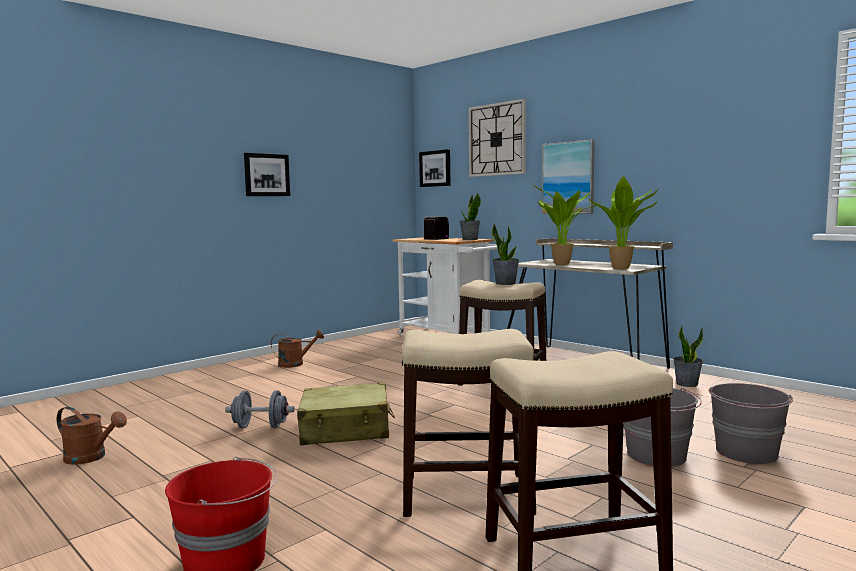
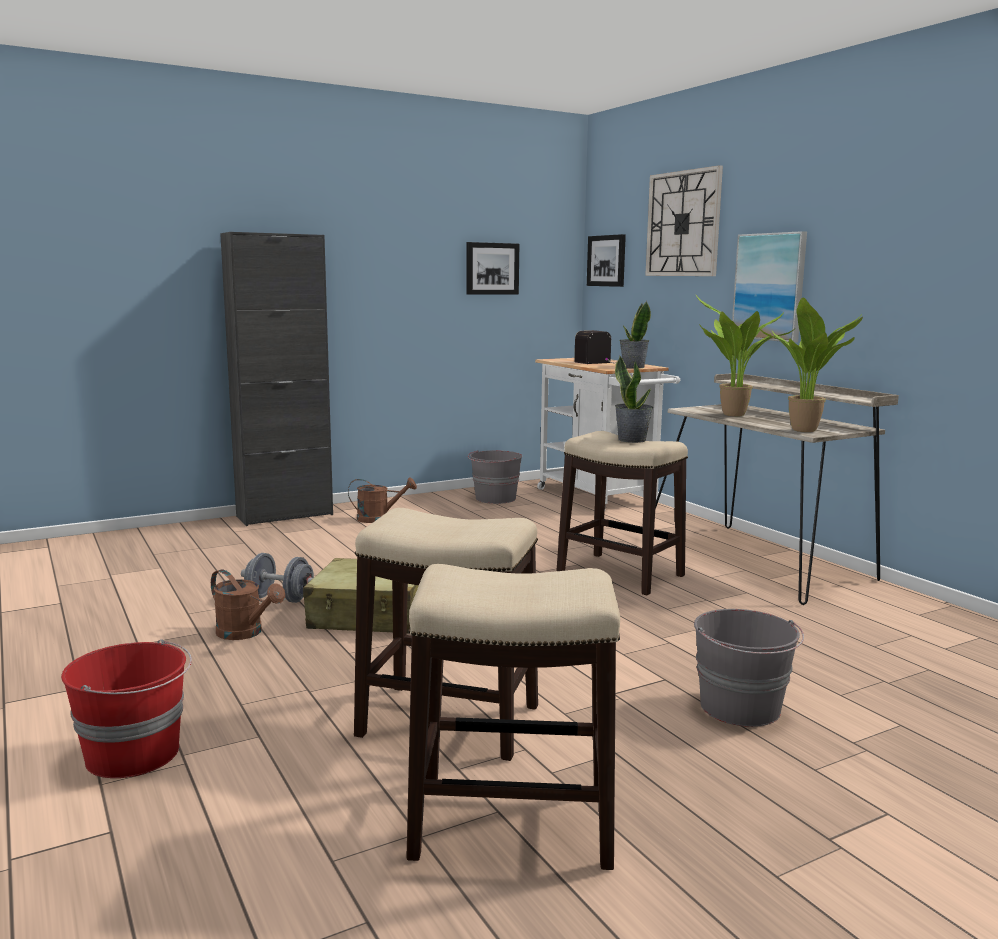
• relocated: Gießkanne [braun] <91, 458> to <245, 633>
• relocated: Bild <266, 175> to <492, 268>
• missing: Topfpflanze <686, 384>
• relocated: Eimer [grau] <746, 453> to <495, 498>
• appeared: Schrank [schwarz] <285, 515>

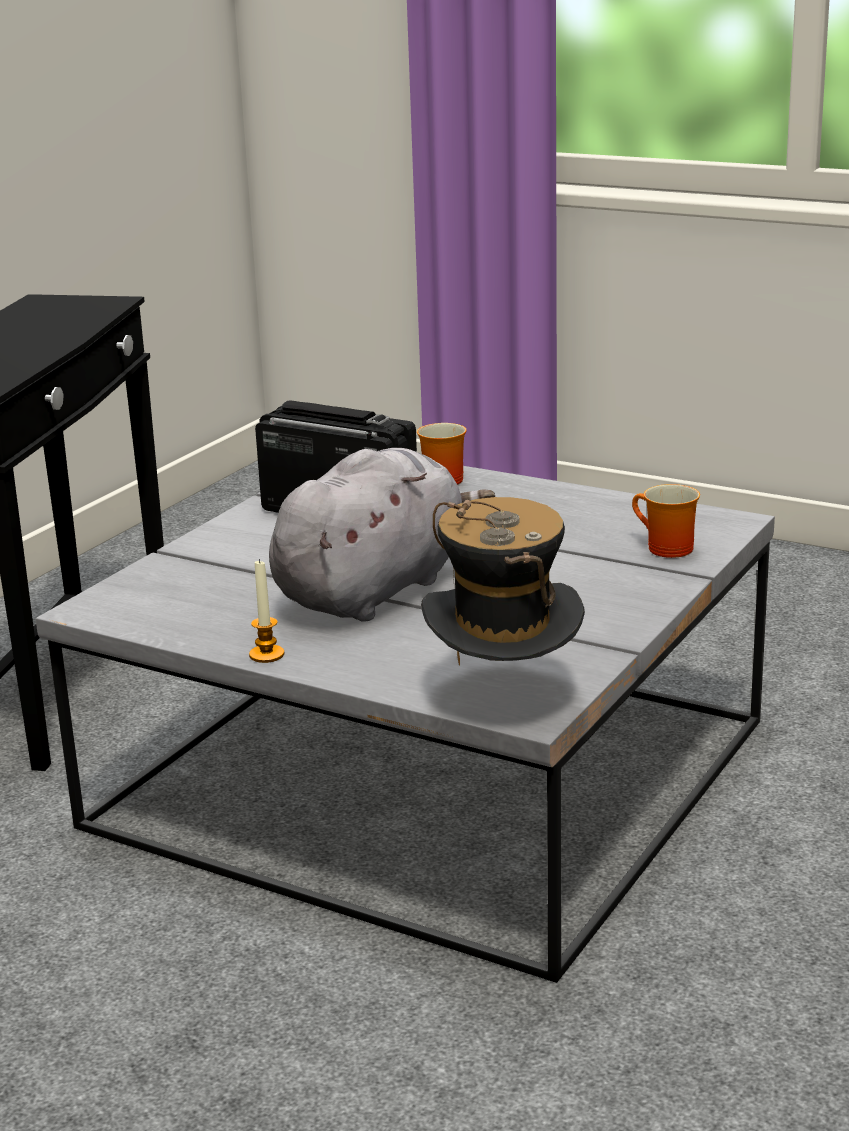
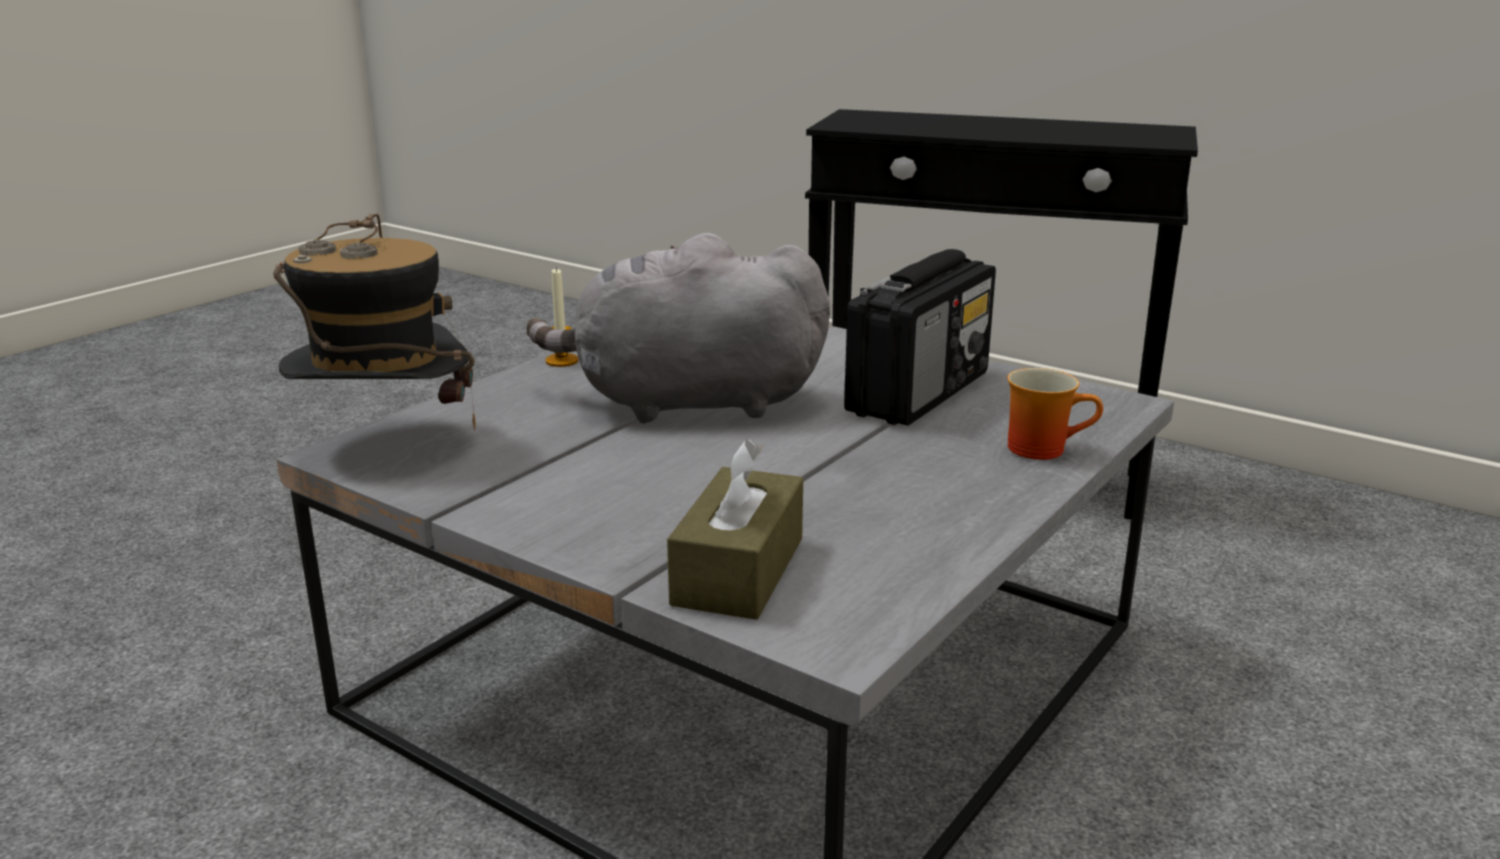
• spun: Plüschtier [grau] <375, 589> = <687, 403> 135 degrees clockwise
• exchanged: Henkelbecher <663, 549> to Taschentuchbox [braun] <738, 571>

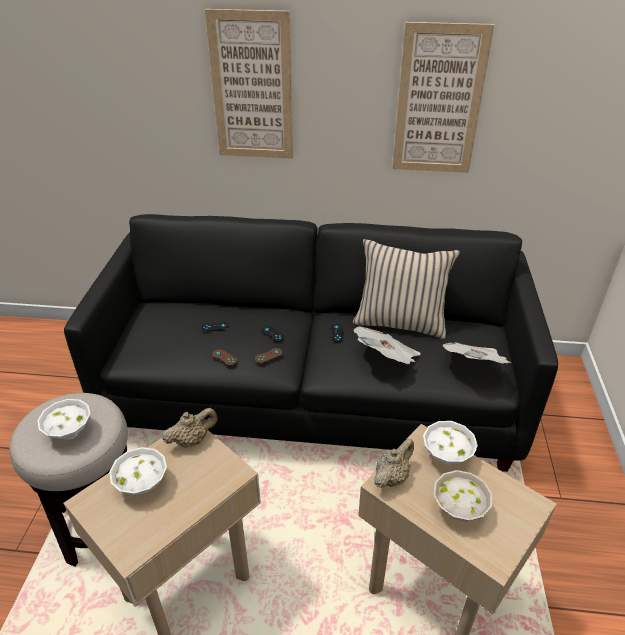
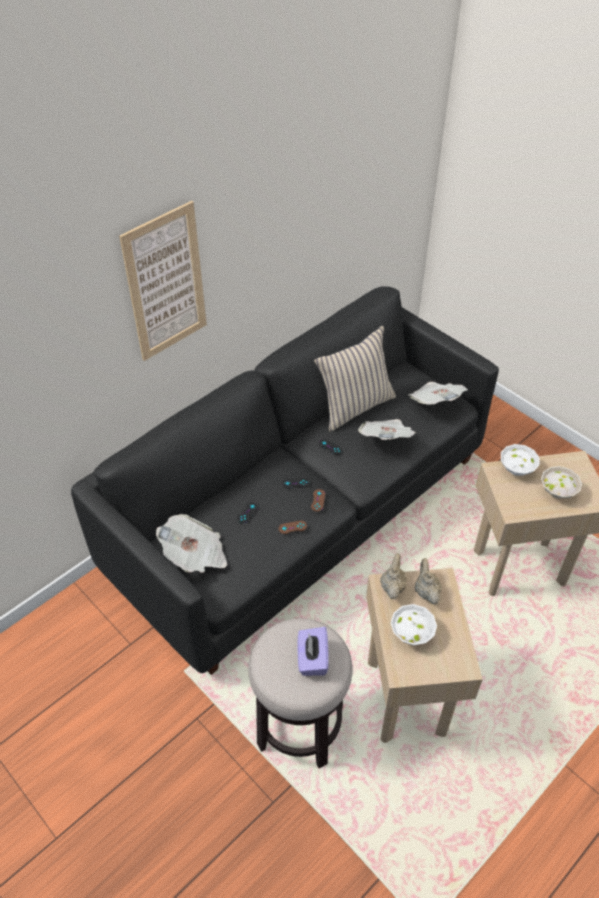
• exchanged: Schüssel [weiß] <69, 433> to Taschentuchbox [lila] <312, 659>
• relocated: Teekanne [beige] <392, 477> to <426, 591>
• missing: Bild <439, 101>
• appeared: Zeitung <195, 555>

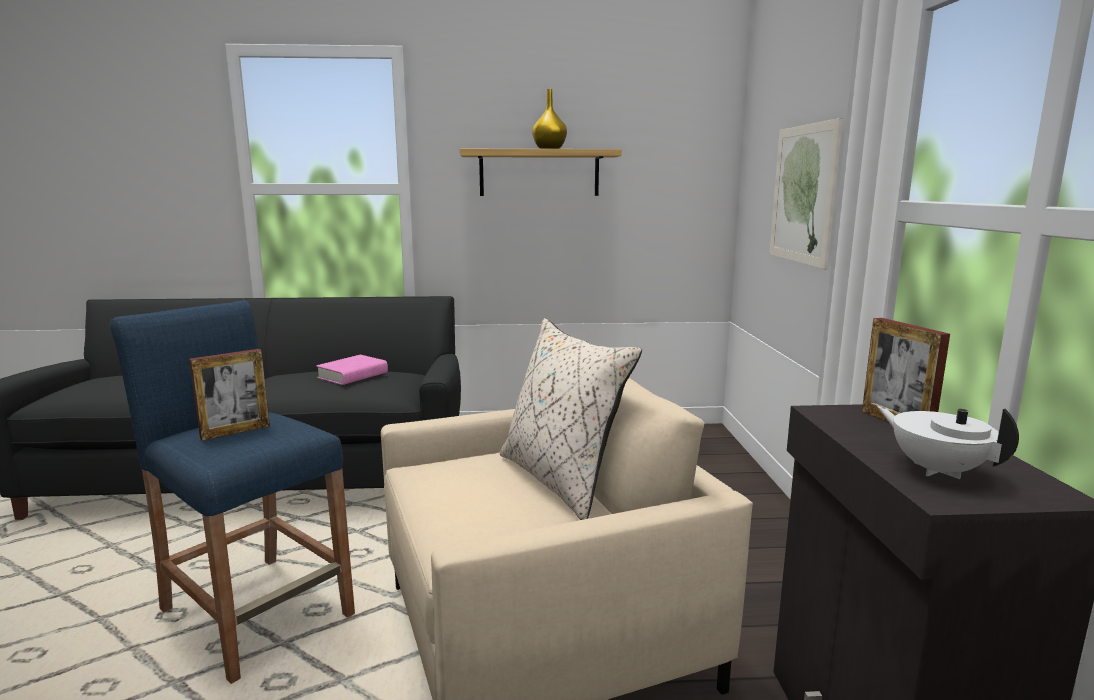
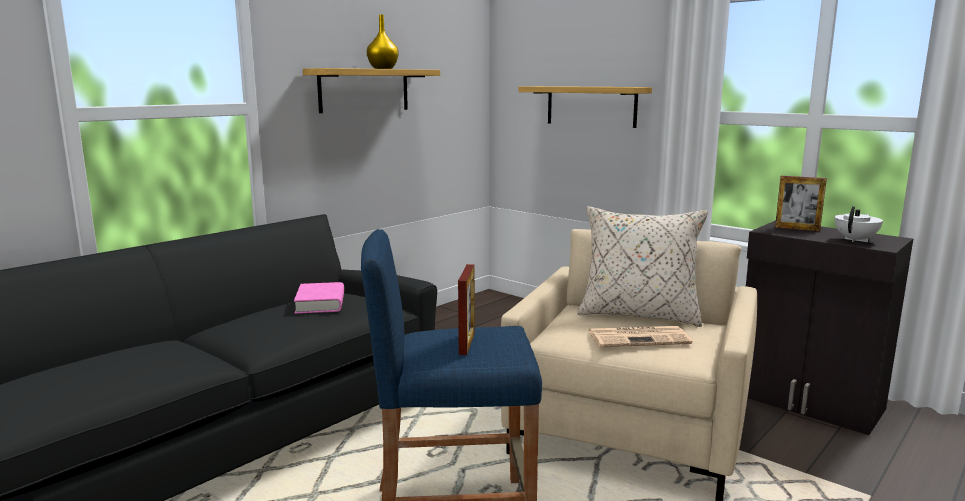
• exchanged: Bild <803, 194> to Wandregal <591, 106>
• spun: Teekanne [weiß] <936, 470> = <856, 240> 120 degrees clockwise
• appeared: Zeitung <639, 337>

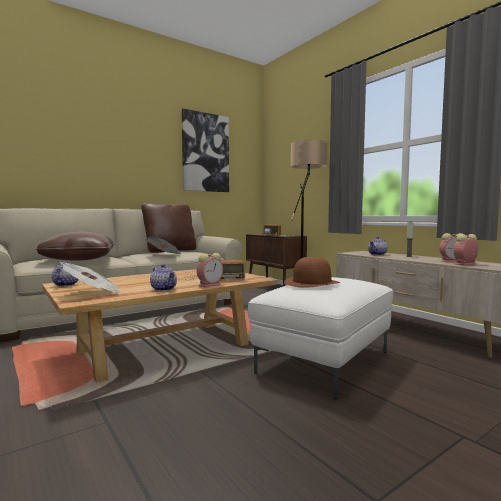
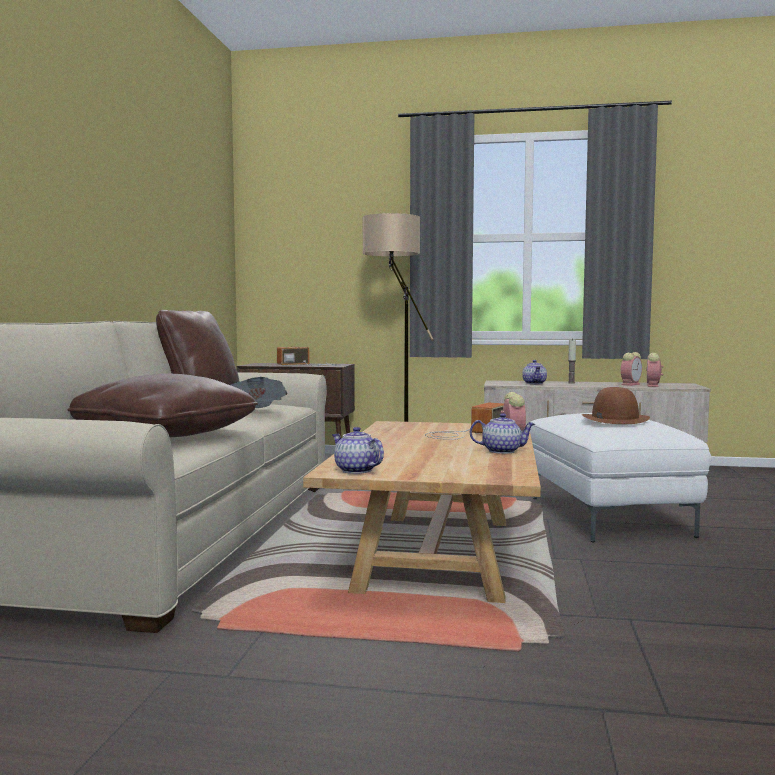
• missing: Zeitung <93, 293>
• missing: Bild <205, 152>

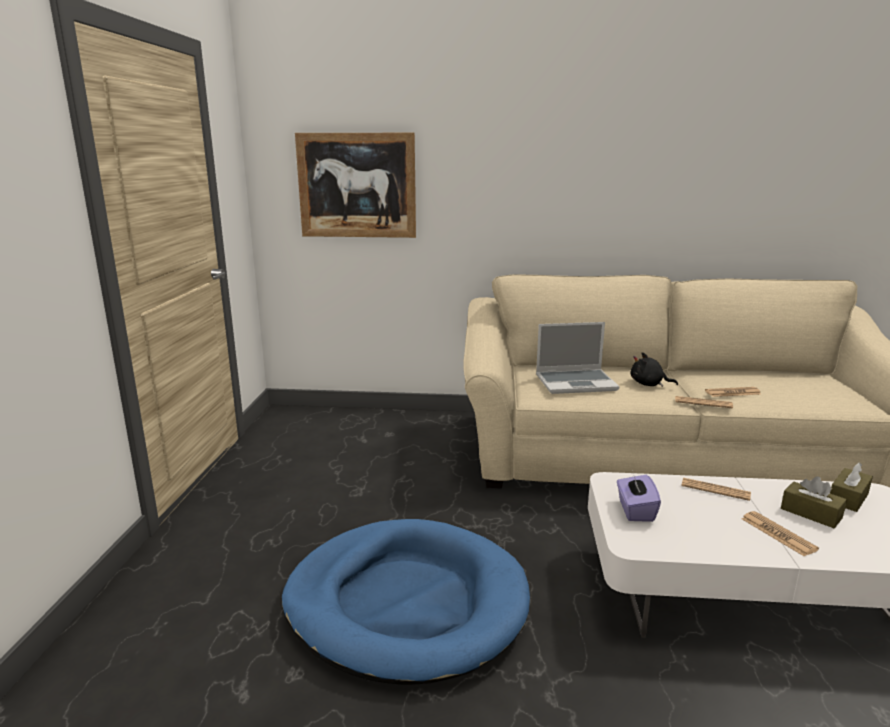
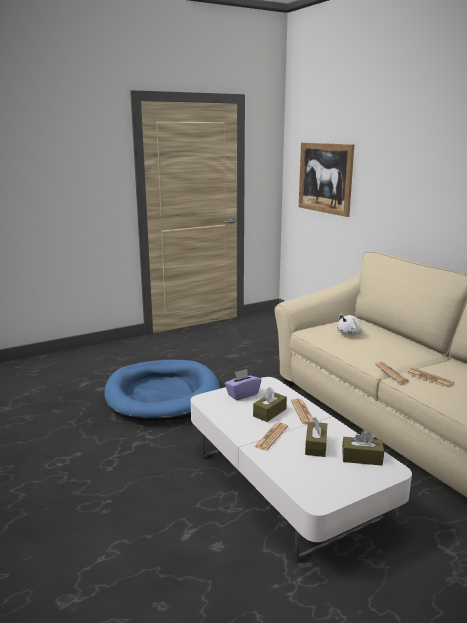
• exchanged: Laptop <576, 382> to Plüschtier [weiß] <350, 334>
• missing: Plüschtier [schwarz] <649, 384>
• appeared: Taschentuchbox [braun] <269, 412>

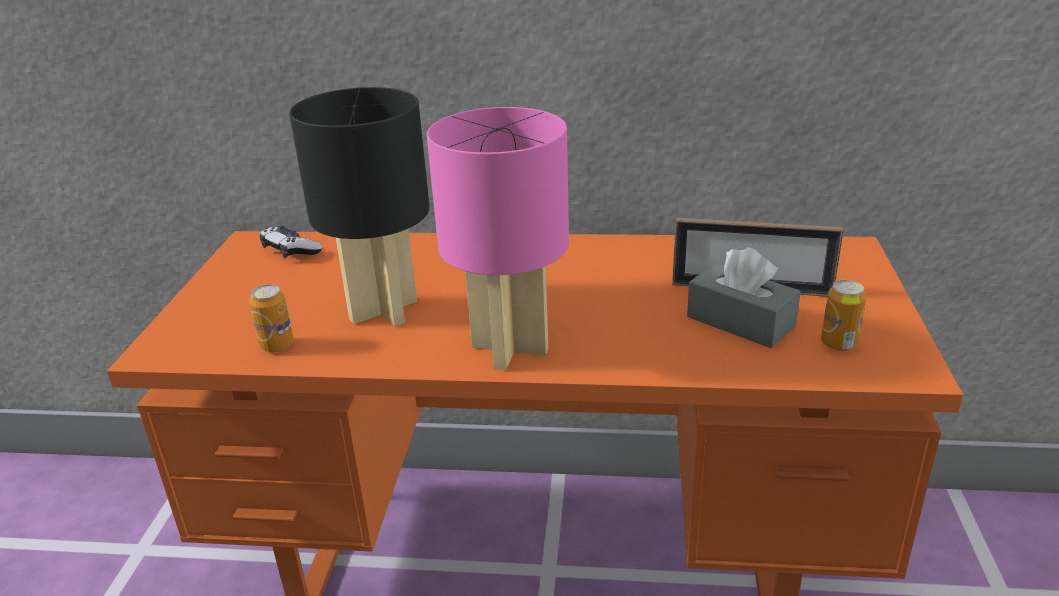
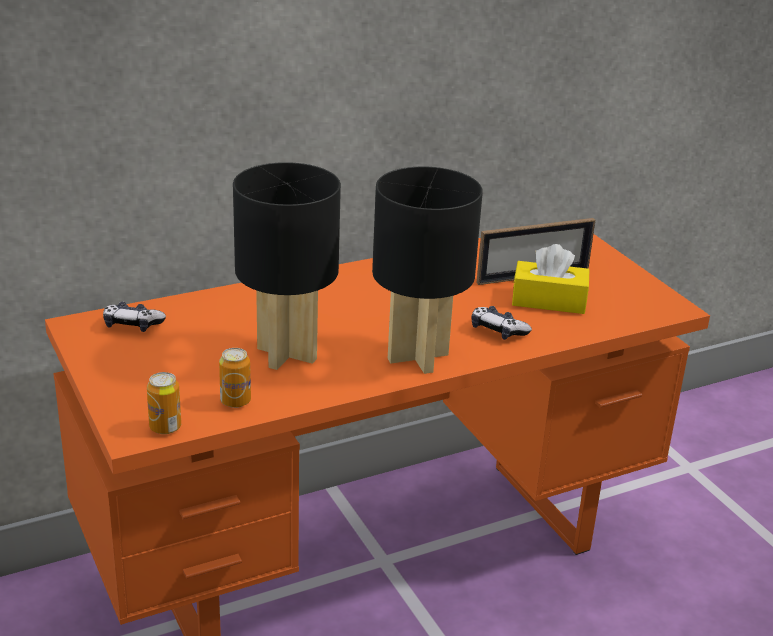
• colour: Tischlampe [rosa] <509, 347> to Tischlampe [schwarz] <417, 356>
• colour: Taschentuchbox [grau] <740, 322> to Taschentuchbox [gelb] <549, 301>
• relocated: Dose <839, 343> to <165, 427>
• appeared: Gamepad <498, 331>

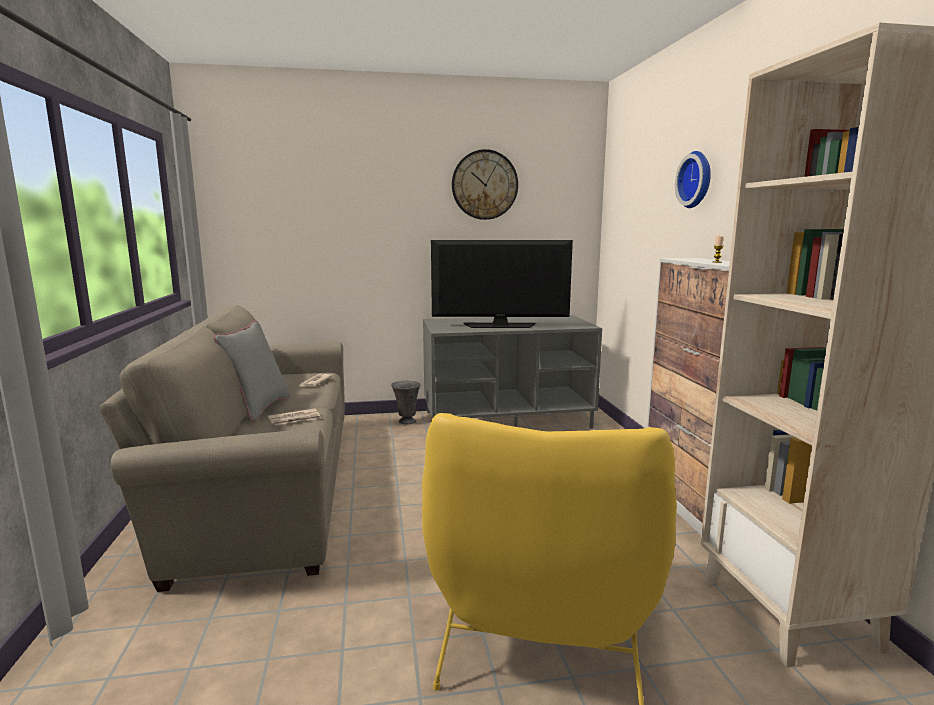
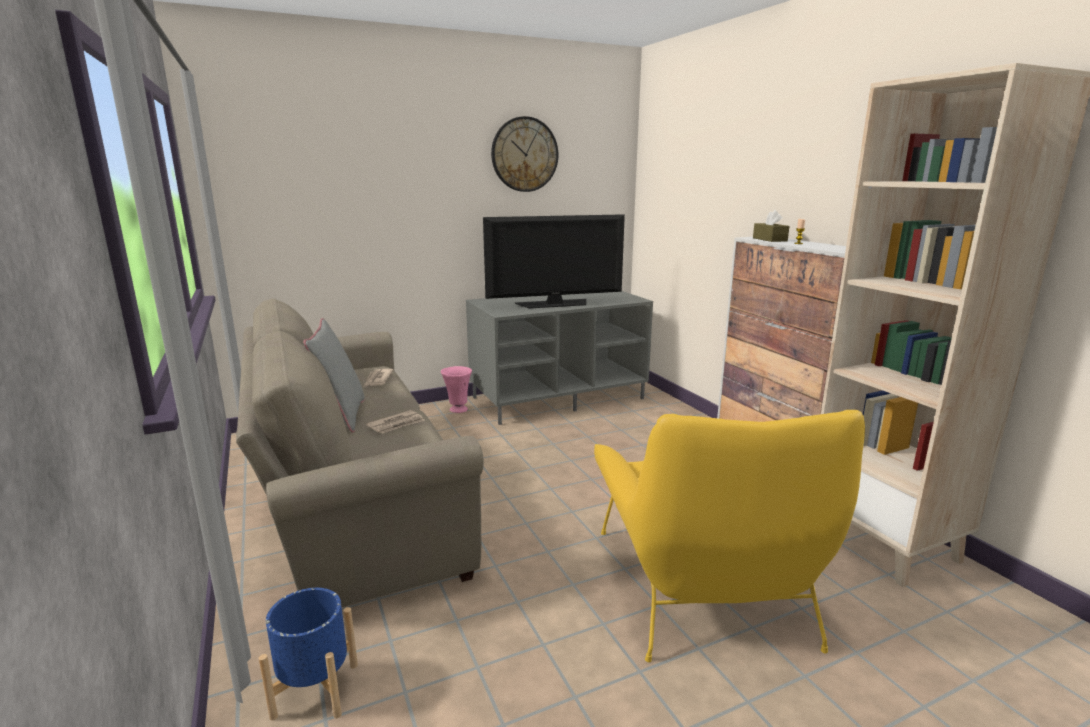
• colour: Vase [grau] <406, 421> to Vase [rosa] <458, 410>
• missing: Wanduhr <697, 180>
• appeared: Pflanzkübel [blau] <315, 690>
• appeared: Taschentuchbox [braun] <769, 239>

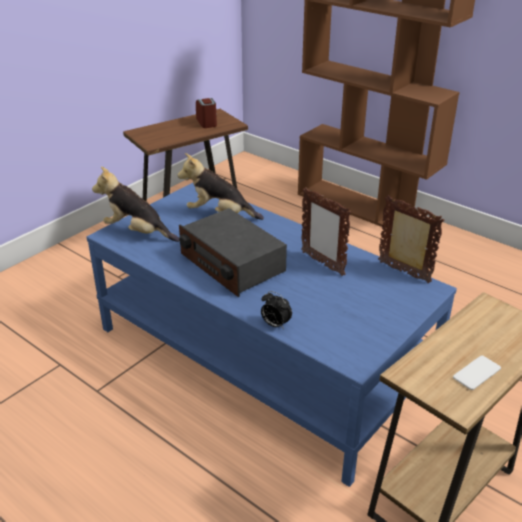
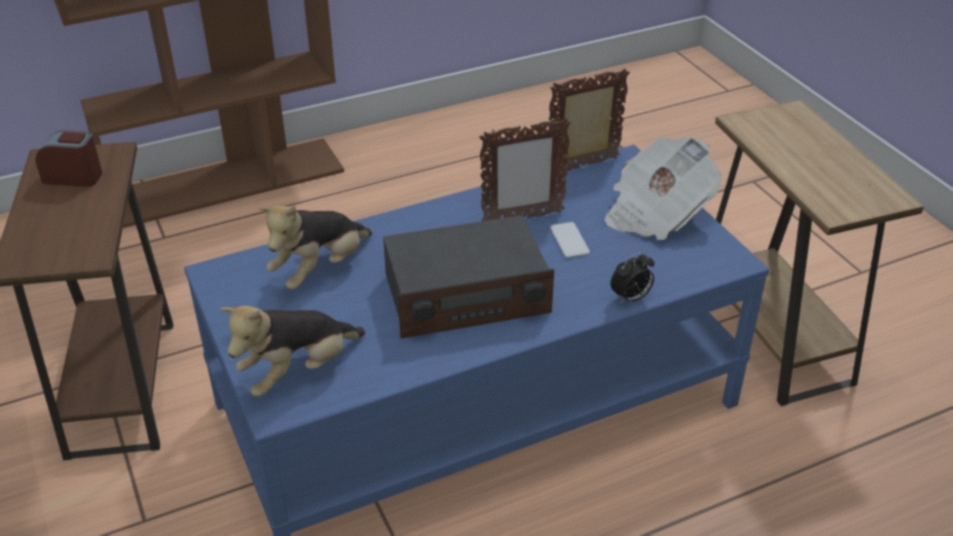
• relocated: Handy <476, 373> to <569, 240>
• appeared: Zeitung <656, 212>

